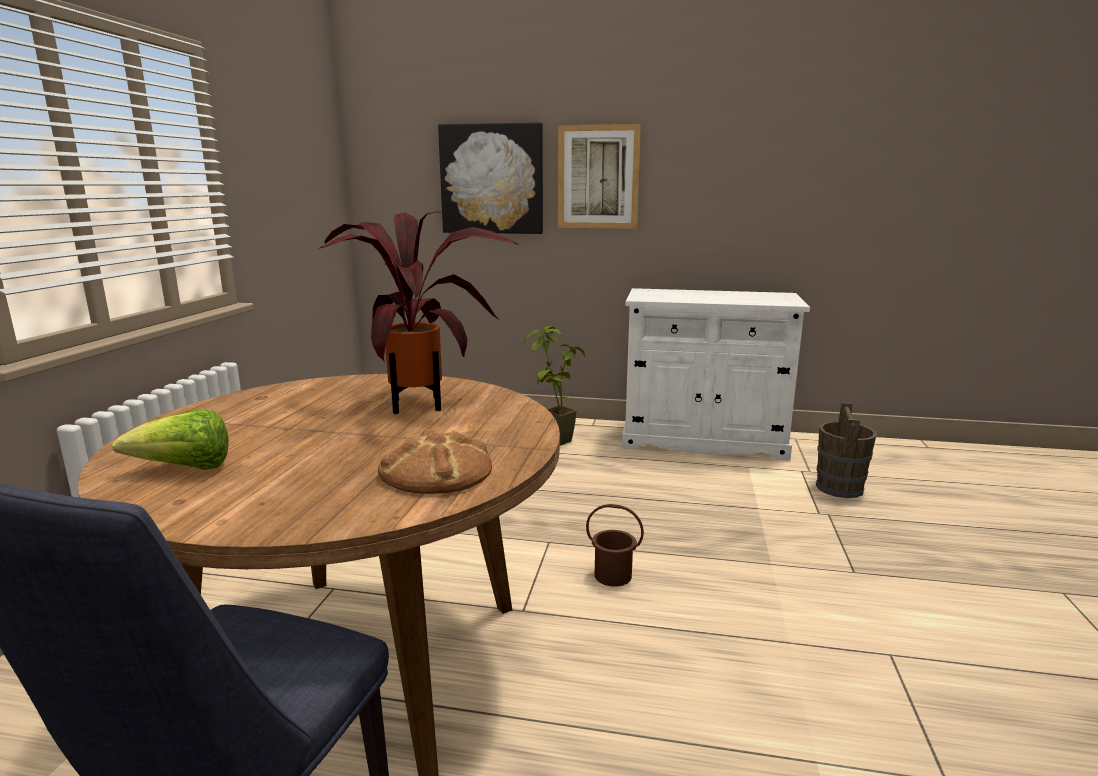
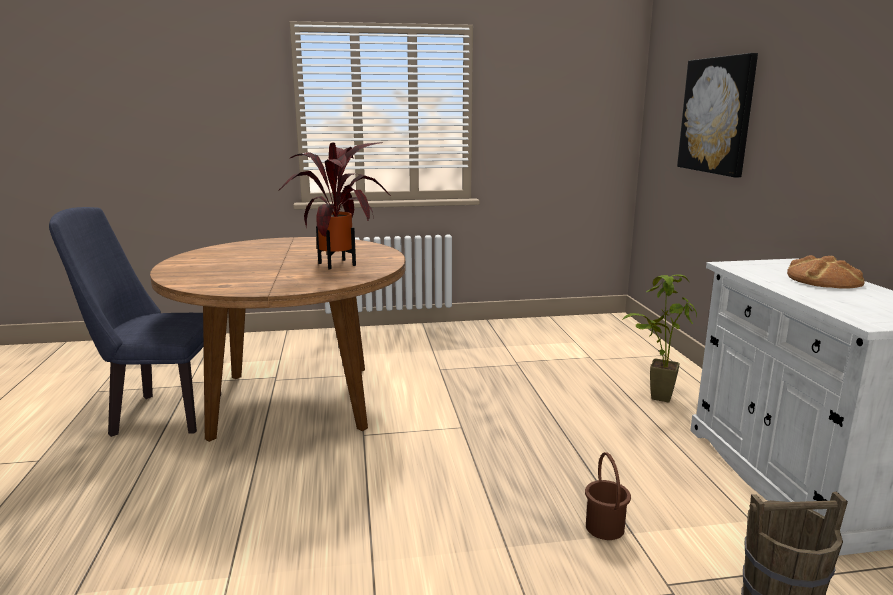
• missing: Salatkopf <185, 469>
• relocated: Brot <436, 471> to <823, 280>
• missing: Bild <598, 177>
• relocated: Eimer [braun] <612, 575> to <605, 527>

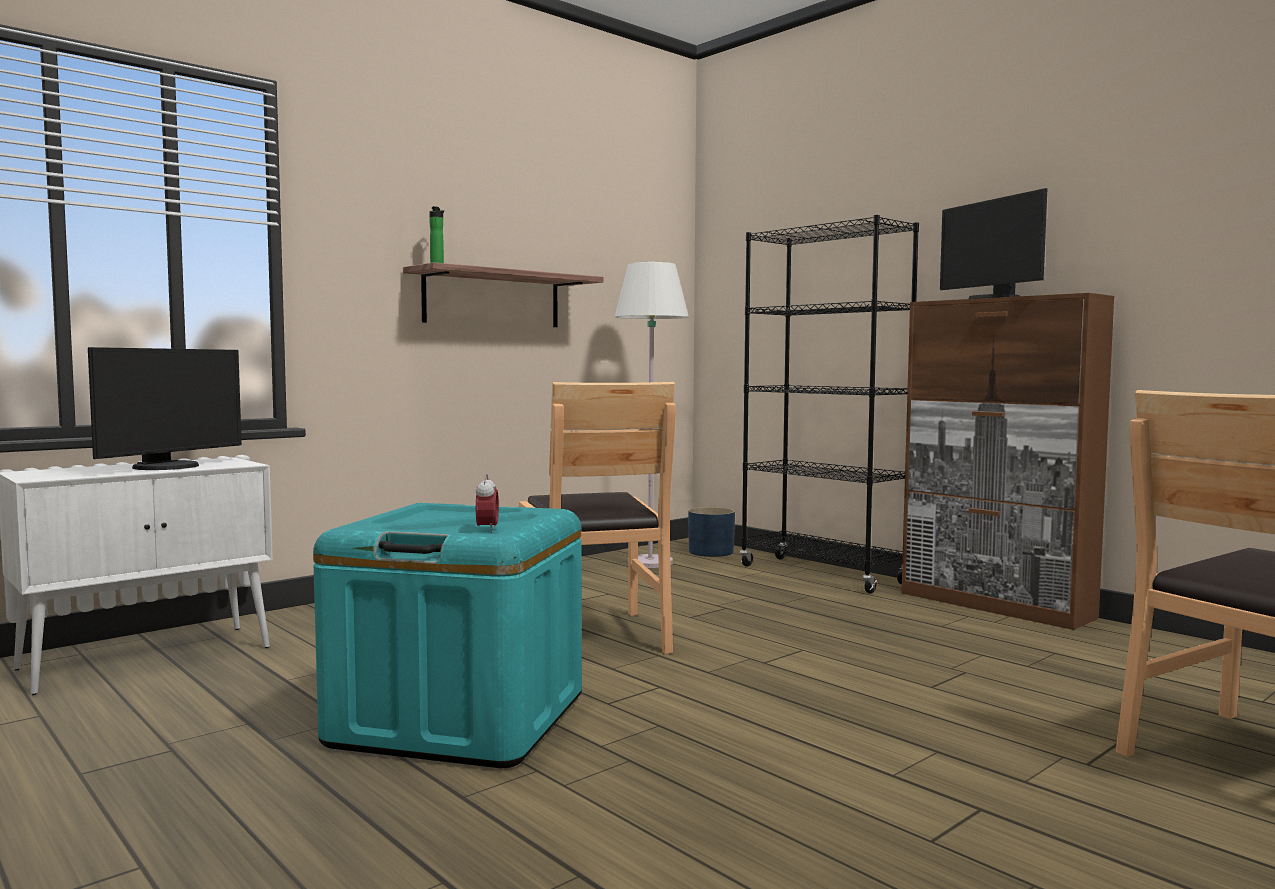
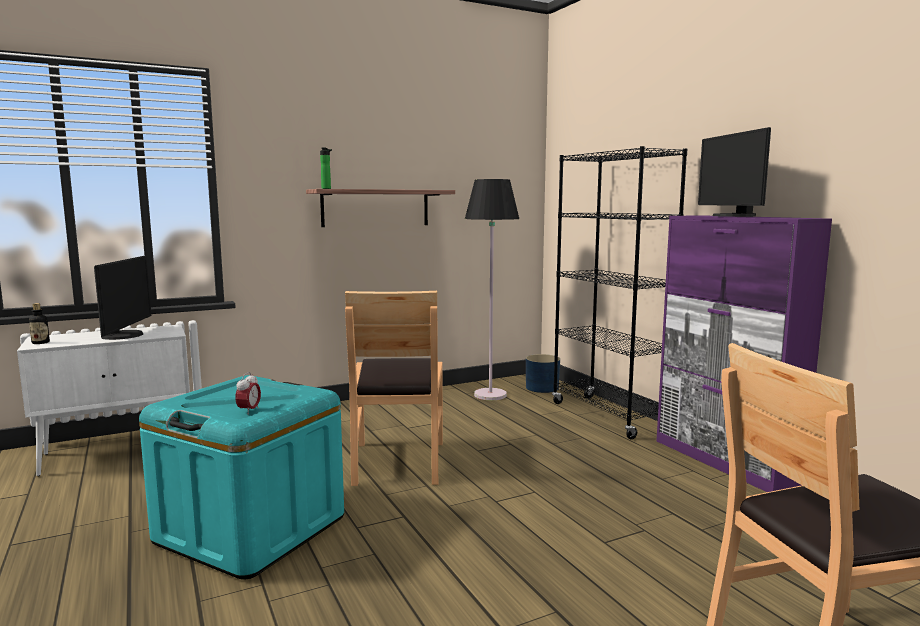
• spun: Monitor <168, 467> = <124, 335> 45 degrees counterclockwise
• colour: Stehlampe [weiß] <650, 563> to Stehlampe [schwarz] <490, 395>
• colour: Schrank [braun] <996, 605> to Schrank [lila] <725, 461>
• appeared: Flasche <40, 343>

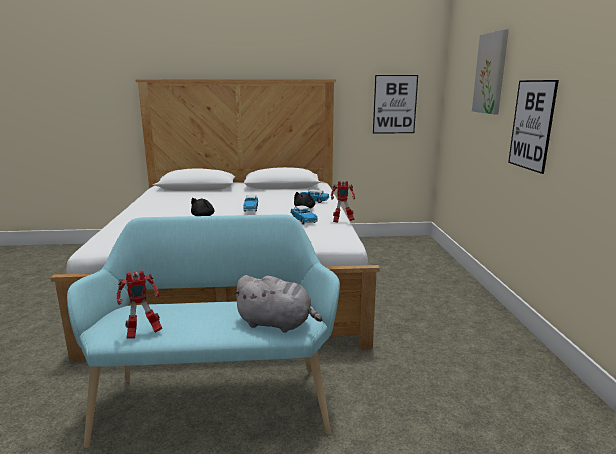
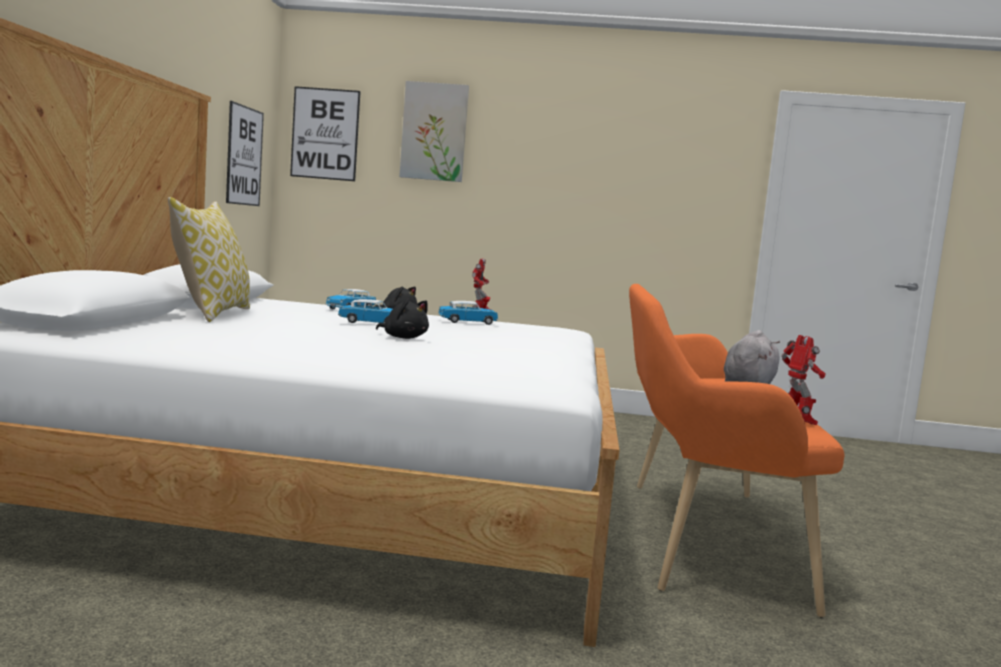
• colour: Bank [türkis] <217, 398> to Bank [orange] <697, 536>
• relocated: Bild <532, 125> to <325, 134>
• appeared: Kissen <211, 313>

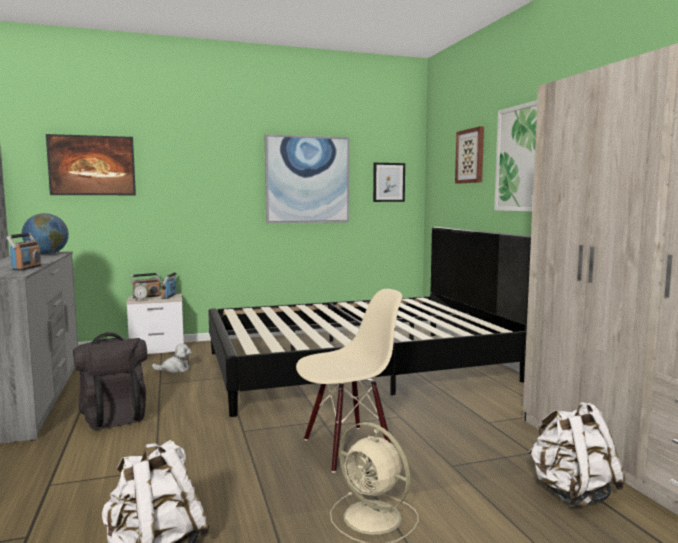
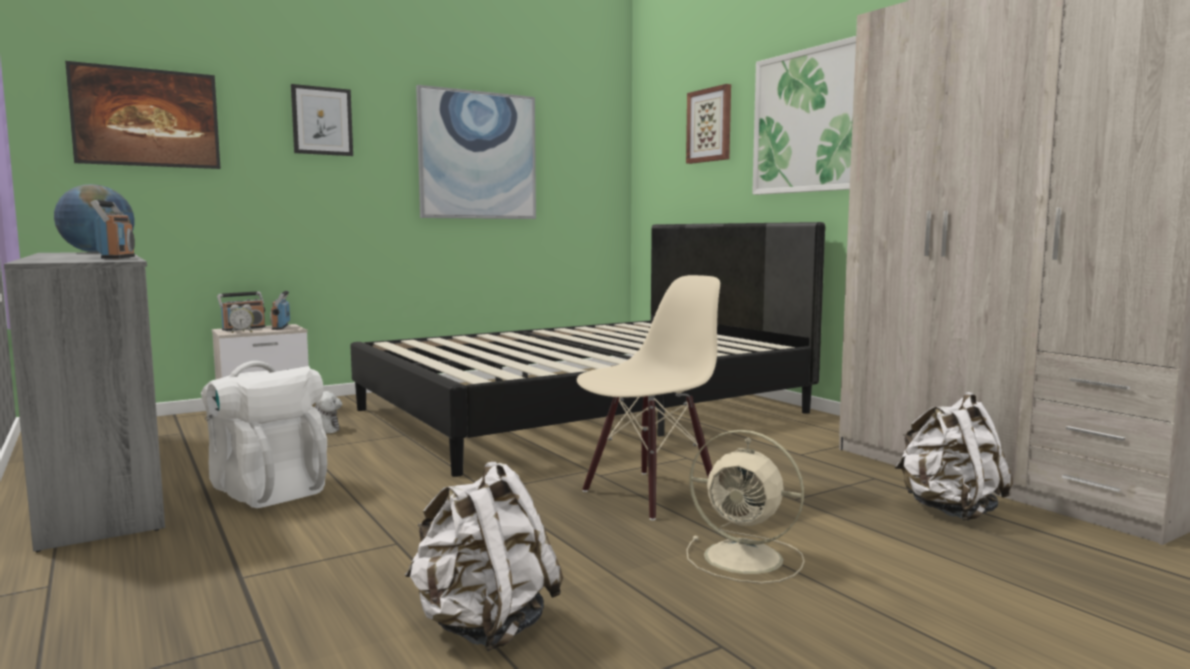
• colour: Rucksack [schwarz] <113, 415> to Rucksack [weiß] <268, 490>
• relocated: Bild <388, 182> to <322, 121>

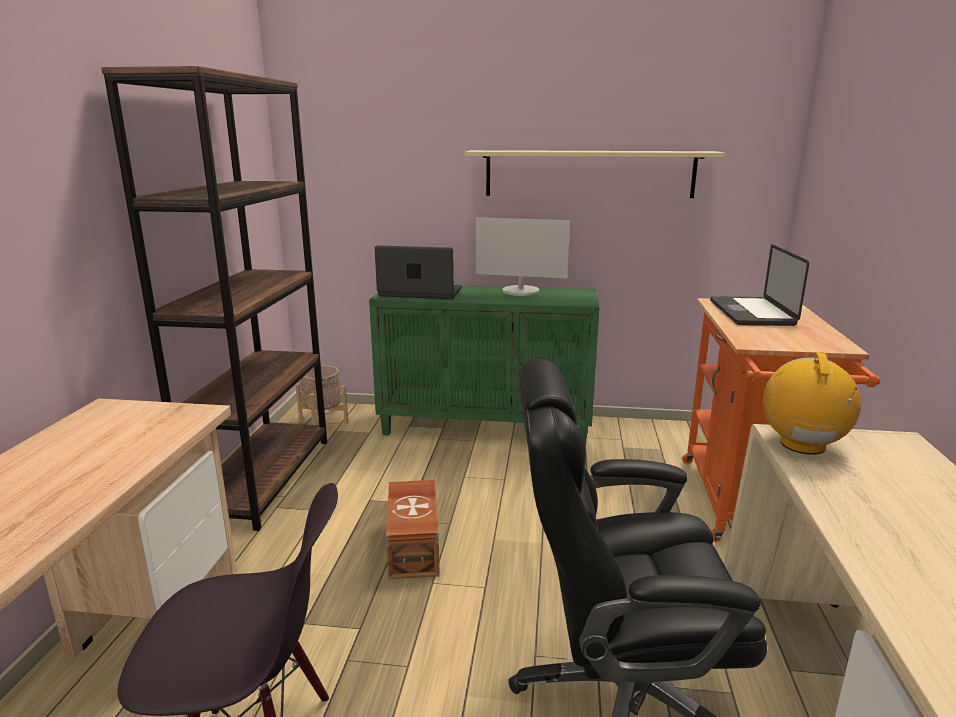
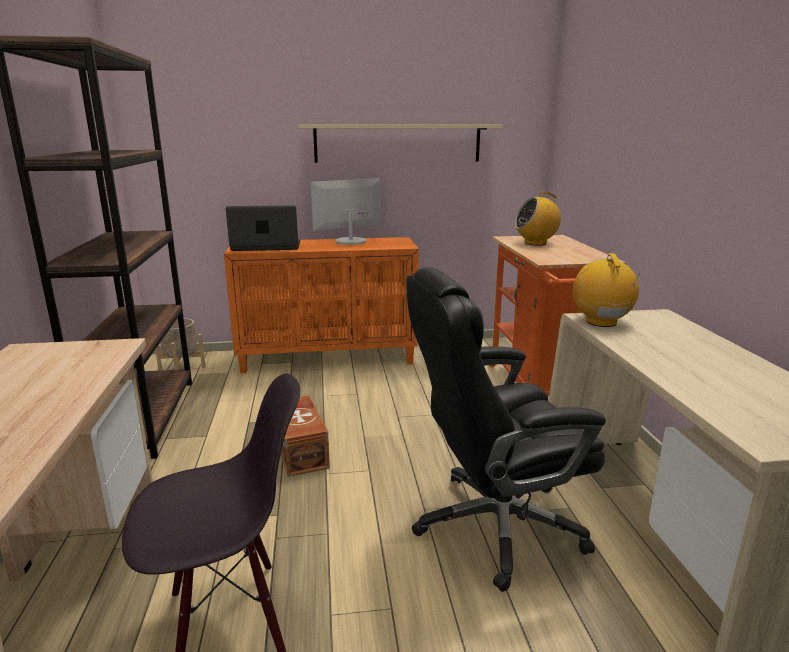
• colour: Schrank [grün] <487, 427> to Schrank [orange] <328, 358>
• spun: Monitor <520, 291> = <350, 241> 150 degrees clockwise
• exchanged: Laptop <751, 313> to Radio <536, 243>

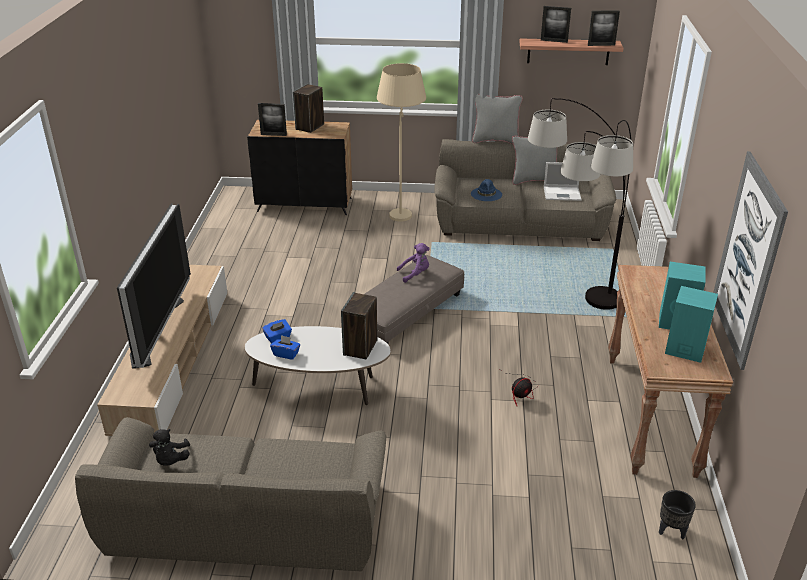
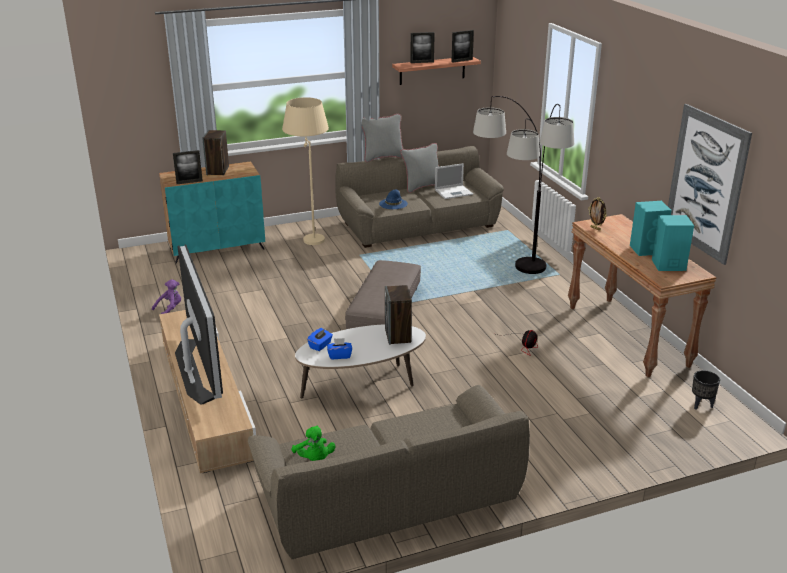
• colour: Plüschtier [schwarz] <171, 460> to Plüschtier [grün] <314, 459>
• colour: Schrank [schwarz] <305, 204> to Schrank [türkis] <217, 248>
• relocated: Plüschtier [lila] <415, 274> to <170, 309>
• appeared: Bilderrahmen <595, 228>

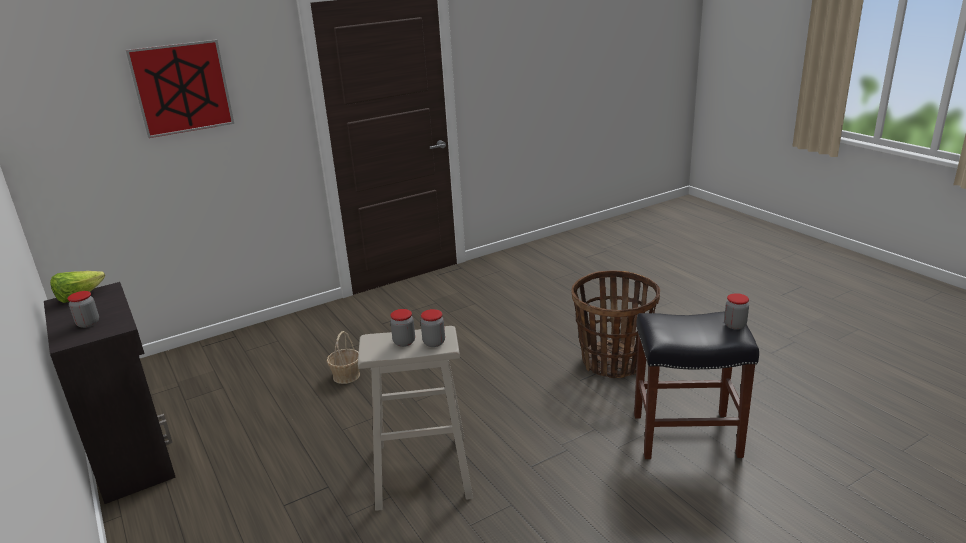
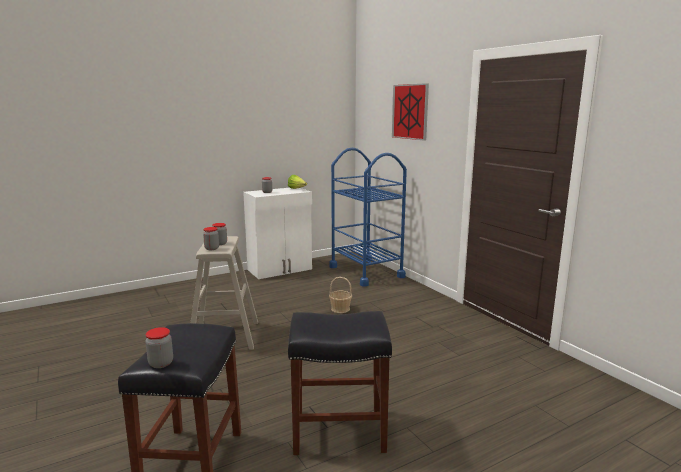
• colour: Schrank [schwarz] <134, 455> to Schrank [weiß] <280, 269>
• exchanged: Korb <613, 362> to Hocker [schwarz] <337, 431>
• appeared: Rollwagen [blau] <366, 272>

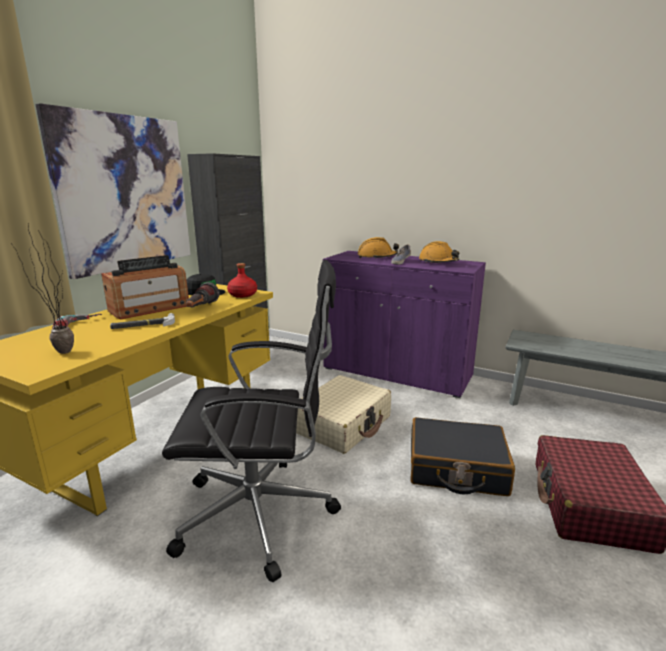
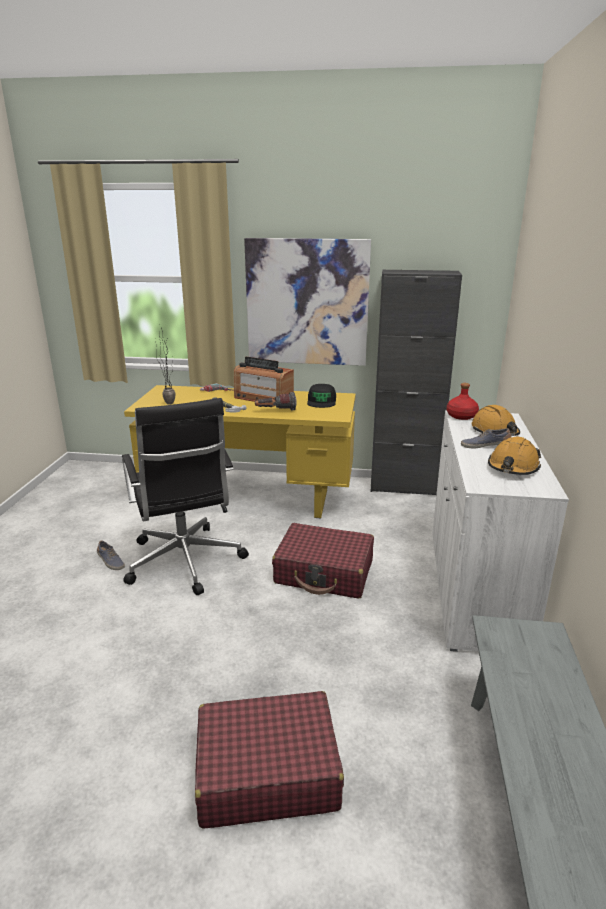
• relocated: Flasche [rot] <242, 295> to <461, 416>
• colour: Koffer [beige] <342, 424> to Koffer [rot] <324, 572>
• colour: Schrank [lila] <396, 372> to Schrank [weiß] <475, 588>
• missing: Koffer [schwarz] <456, 468>
• appeared: Schuh <110, 562>

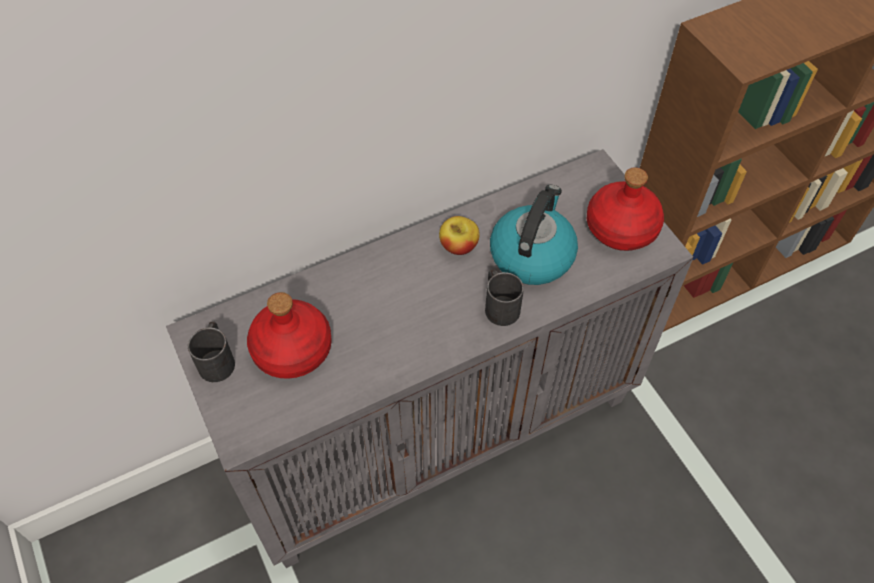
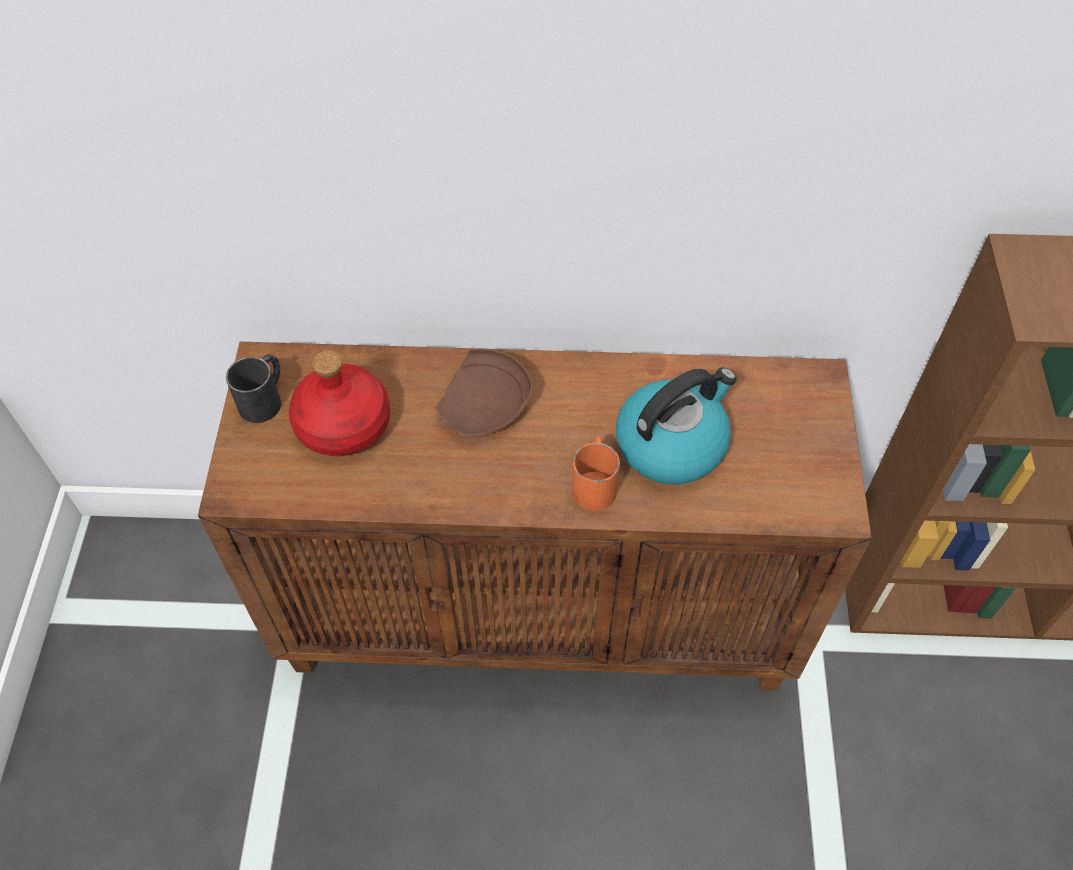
• colour: Schrank [grau] <437, 430> to Schrank [braun] <541, 611>
• missing: Apfel <458, 246>
• colour: Henkelbecher [schwarz] <499, 304> to Henkelbecher [orange] <595, 482>
• missing: Flasche [rot] <621, 227>
• appeared: Teller [braun] <486, 408>

